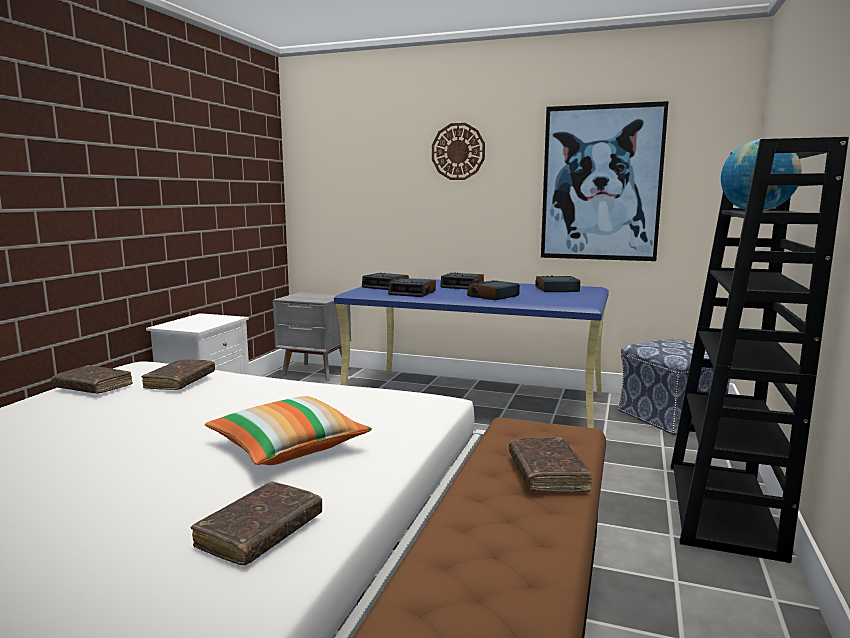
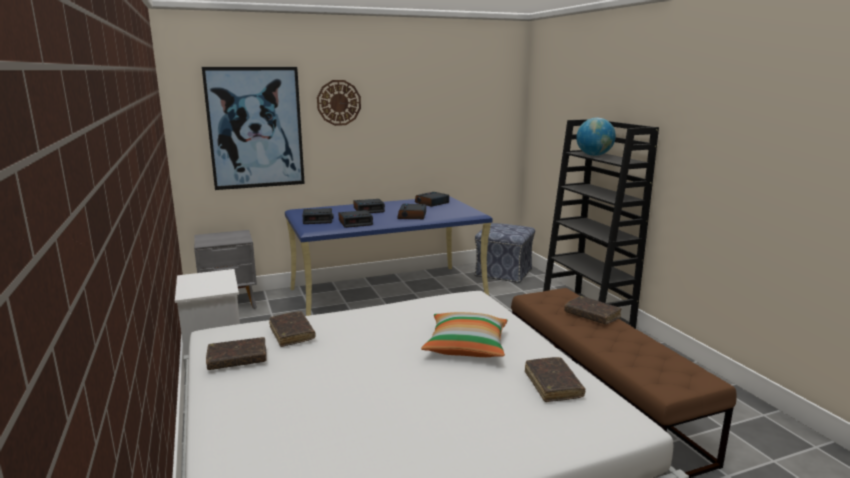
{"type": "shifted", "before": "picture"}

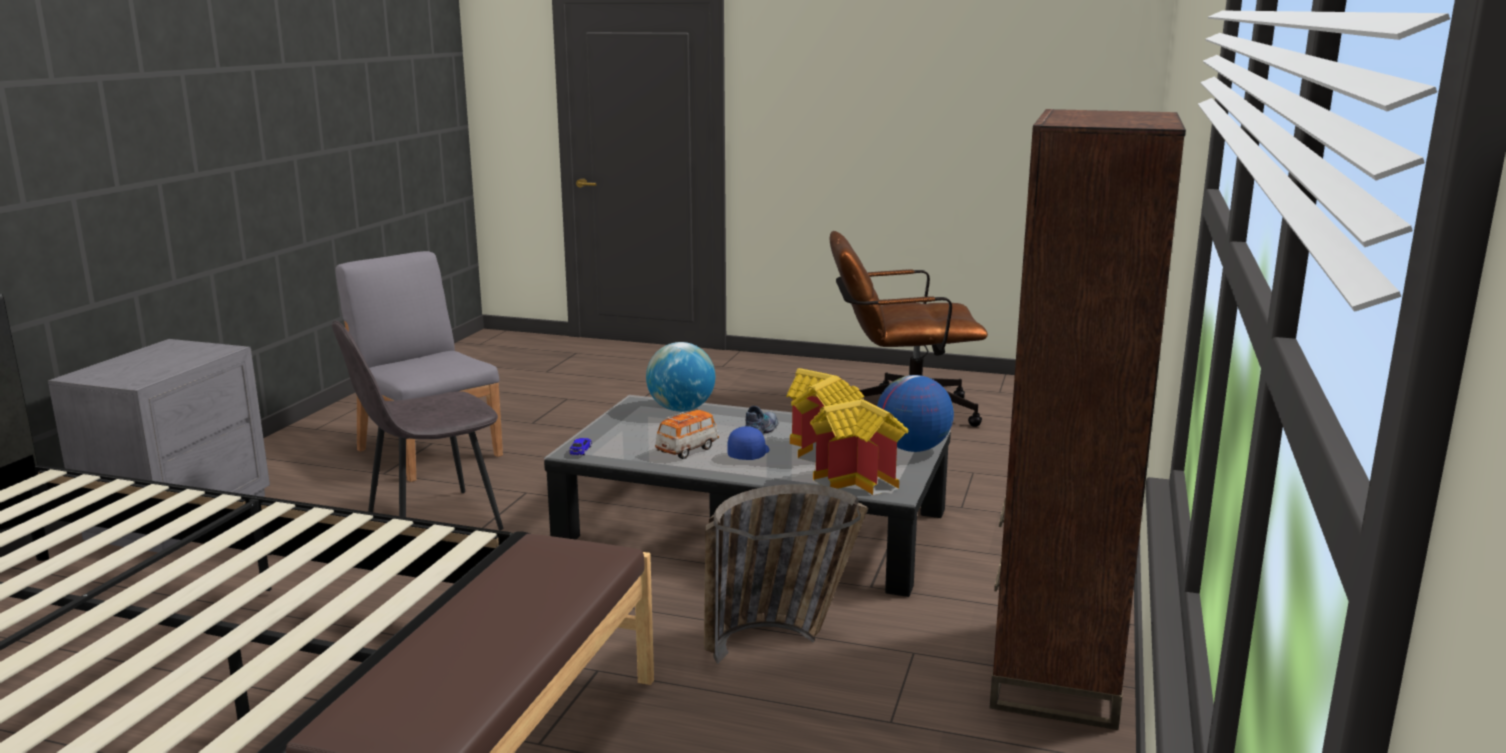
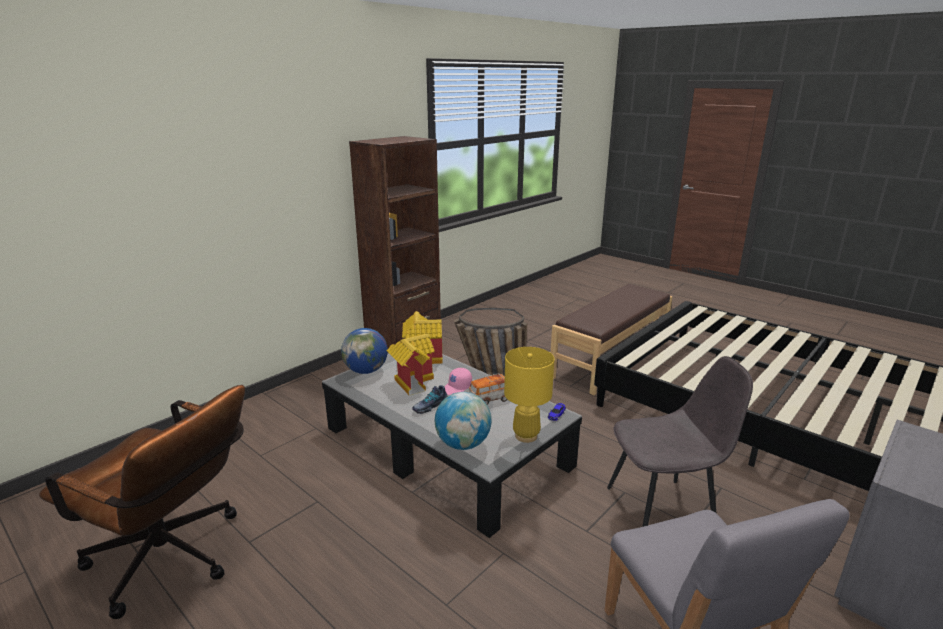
{"type": "repainted", "before": "cap (blue)", "after": "cap (pink)"}
{"type": "new", "after": "table lamp (yellow)"}

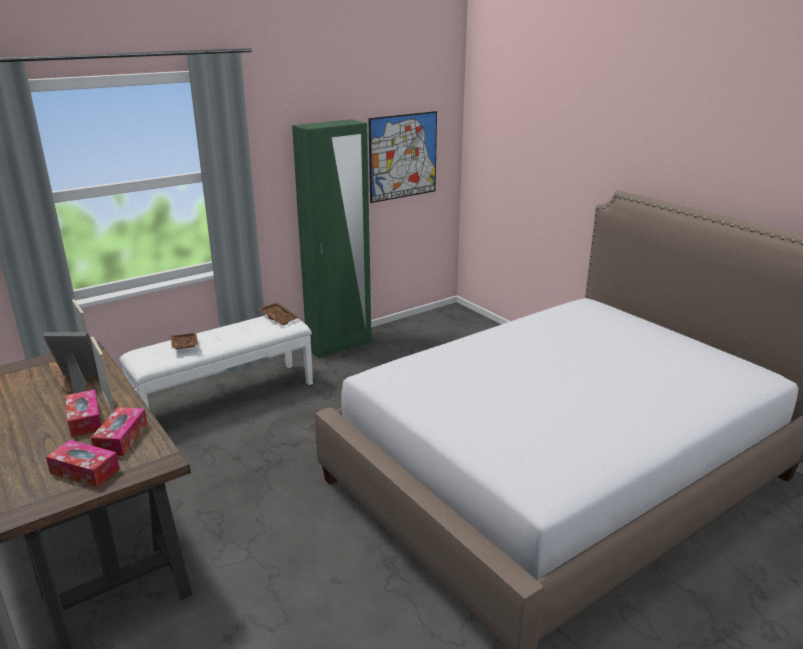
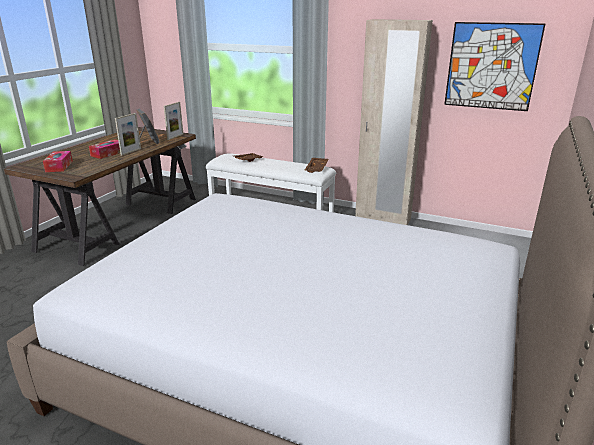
{"type": "repainted", "before": "wardrobe (green)", "after": "wardrobe (beige)"}
{"type": "gone", "before": "tissue box (no. 3 from left)"}

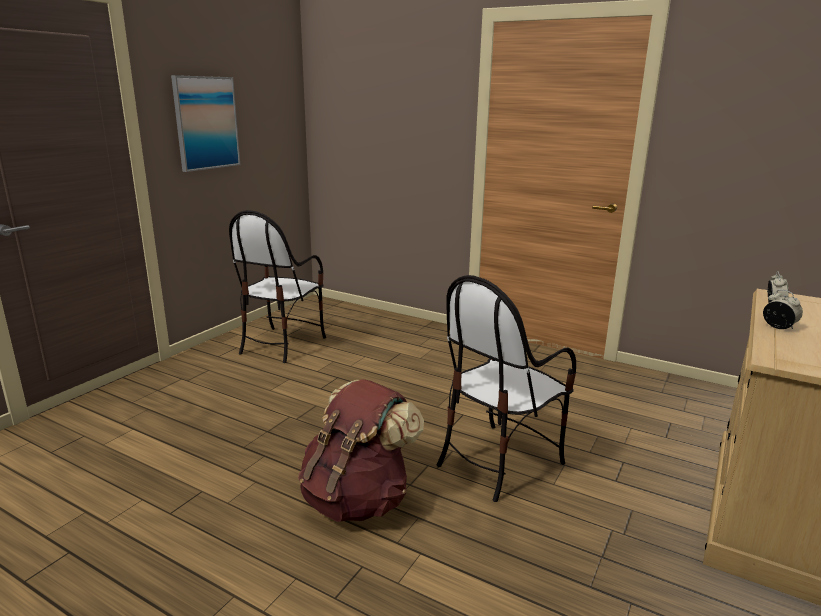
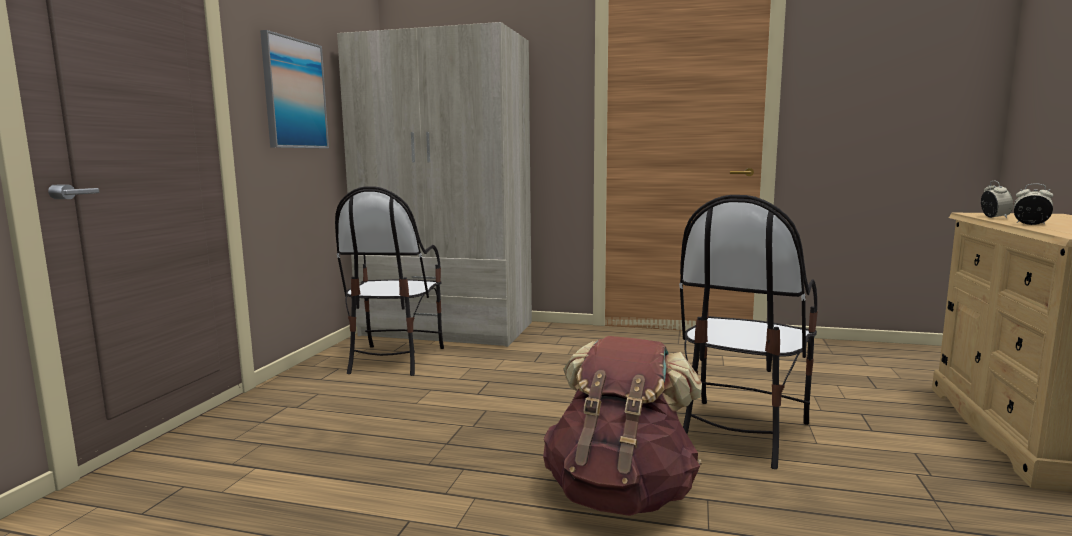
{"type": "new", "after": "wardrobe (beige)"}

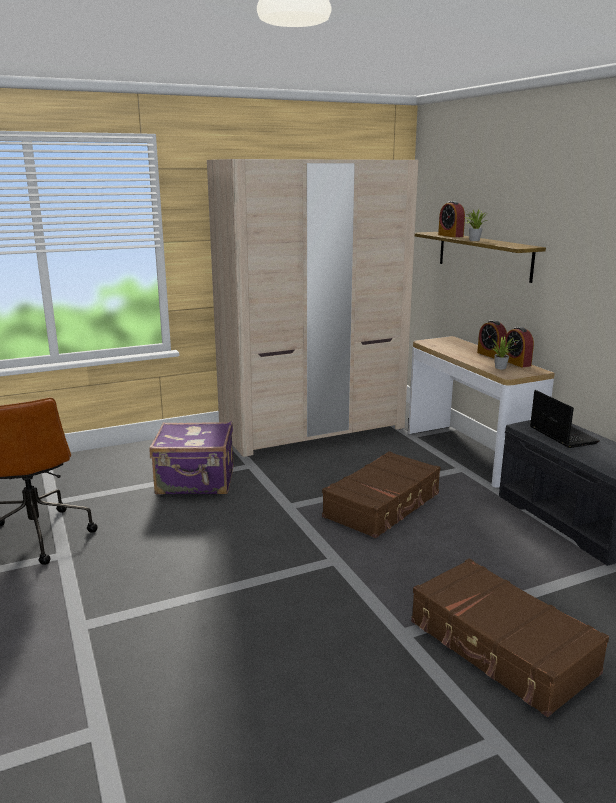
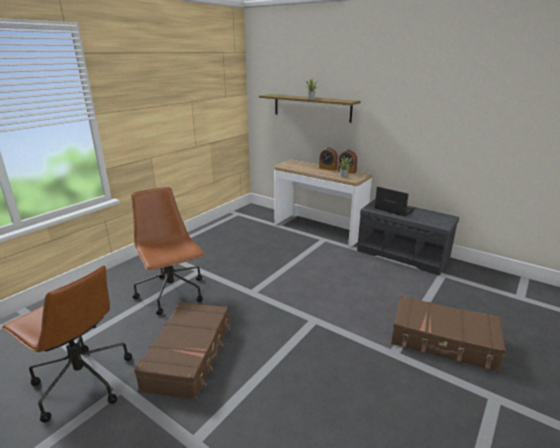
{"type": "swapped", "before": "suitcase (purple)", "after": "office chair (brown) (no. 2 from left)"}
{"type": "shifted", "before": "suitcase (brown) (no. 1 from left)"}
{"type": "gone", "before": "wardrobe (beige)"}
{"type": "gone", "before": "alarm clock (no. 1 from left)"}

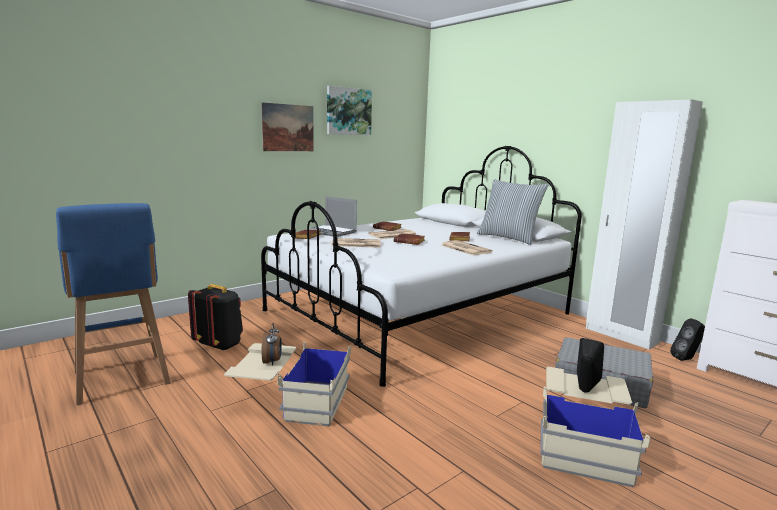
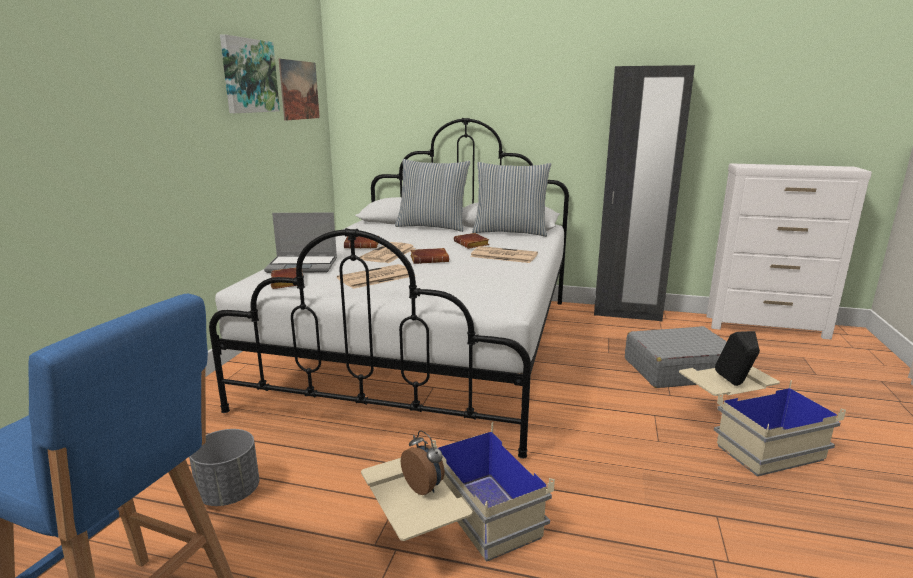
{"type": "swapped", "before": "backpack (black)", "after": "planter (grey)"}
{"type": "shifted", "before": "picture (no. 1 from left in the first image)", "after": "picture (no. 2 from left)"}
{"type": "new", "after": "pillow (no. 1 from left)"}
{"type": "repainted", "before": "wardrobe (white)", "after": "wardrobe (black)"}
{"type": "gone", "before": "speaker (black) (no. 2 from left)"}

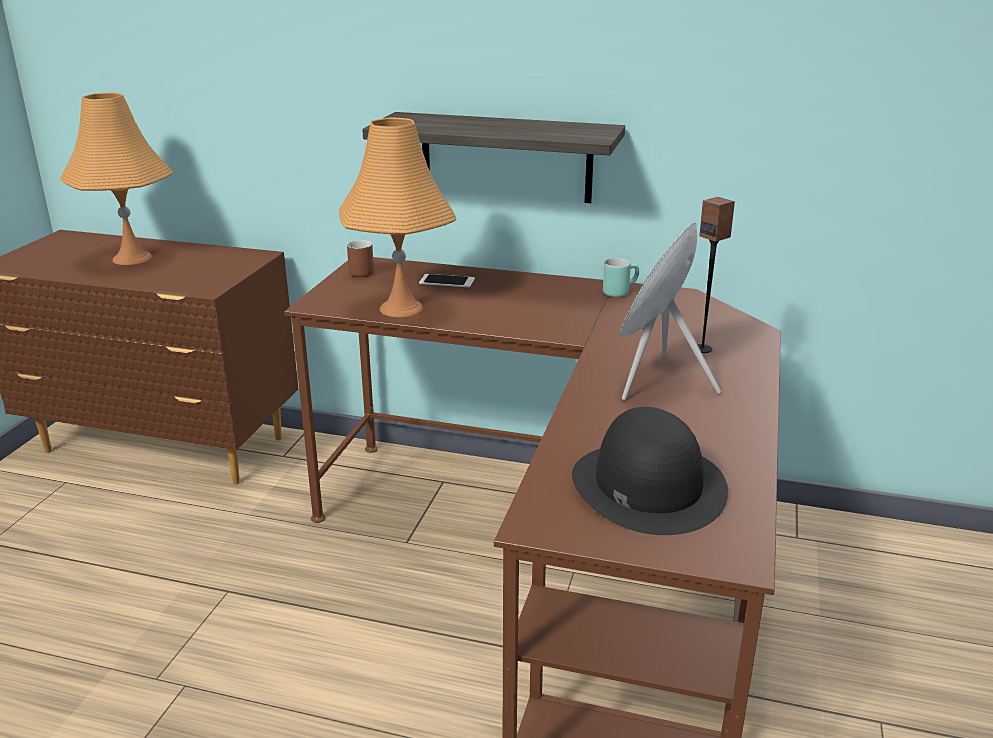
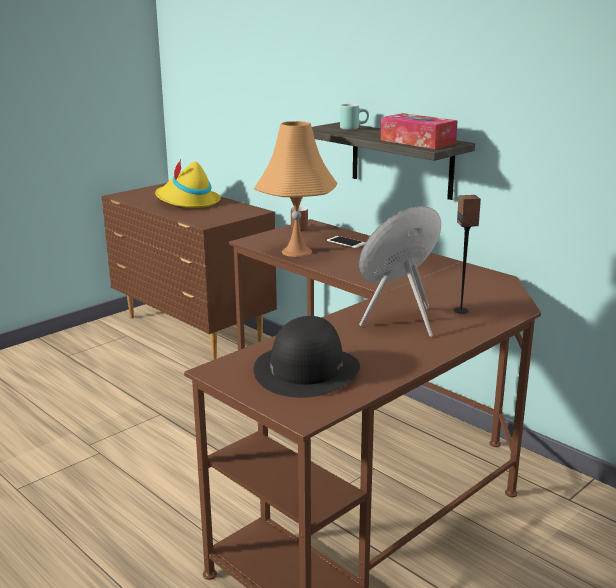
{"type": "swapped", "before": "table lamp (orange) (no. 1 from left)", "after": "hat (yellow)"}
{"type": "shifted", "before": "mug (turquoise)"}
{"type": "new", "after": "tissue box"}

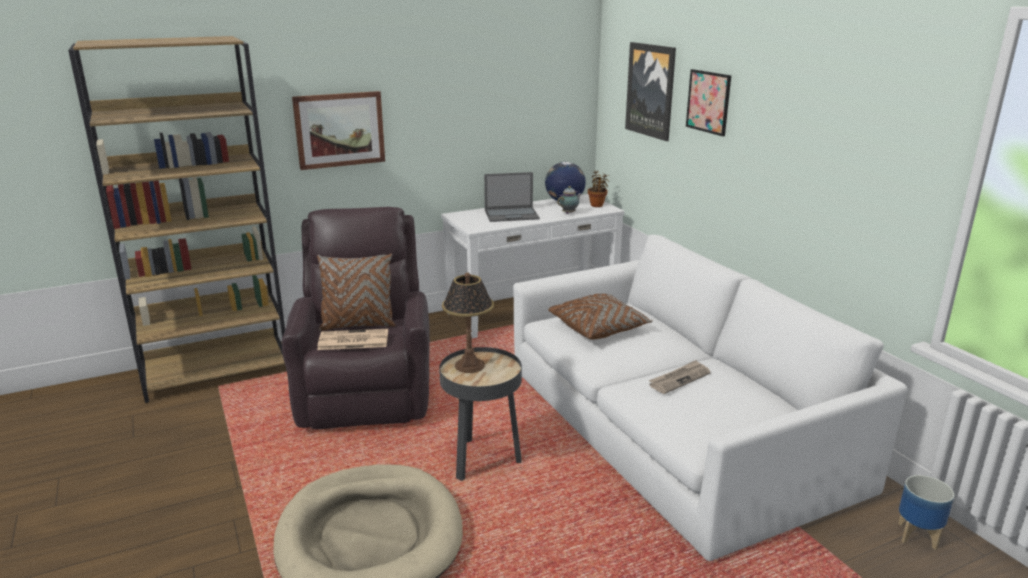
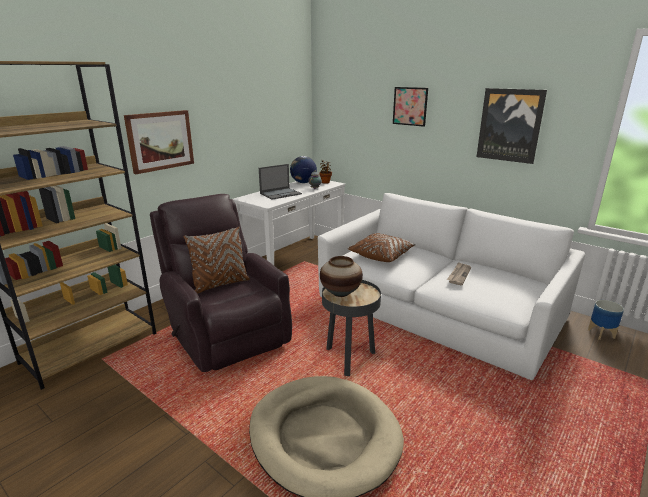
{"type": "swapped", "before": "table lamp", "after": "vase"}
{"type": "shifted", "before": "picture (no. 2 from left in the first image)", "after": "picture (no. 3 from left)"}
{"type": "gone", "before": "newspaper (no. 1 from left)"}

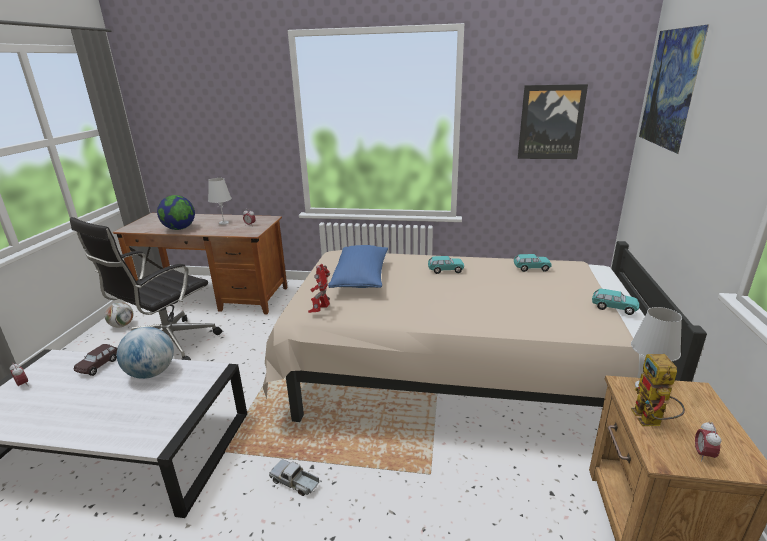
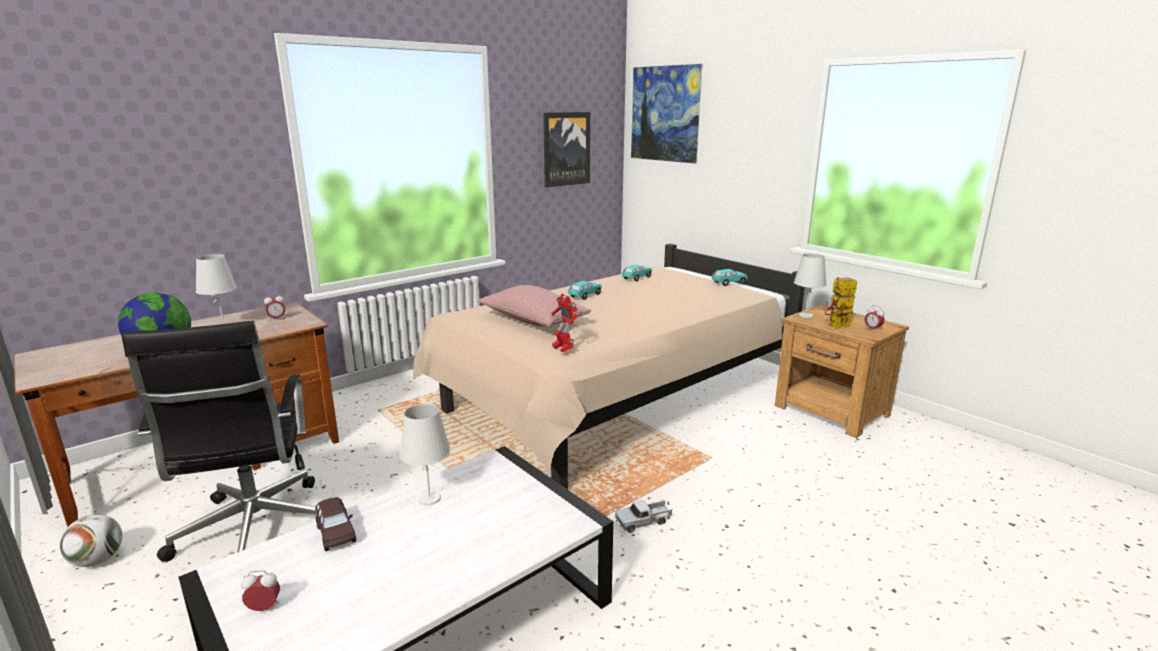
{"type": "swapped", "before": "globe (no. 1 from left)", "after": "table lamp (white) (no. 2 from left)"}
{"type": "repainted", "before": "pillow (blue)", "after": "pillow (pink)"}
{"type": "rotated", "before": "toy robot (no. 2 from left)", "turn": 120}

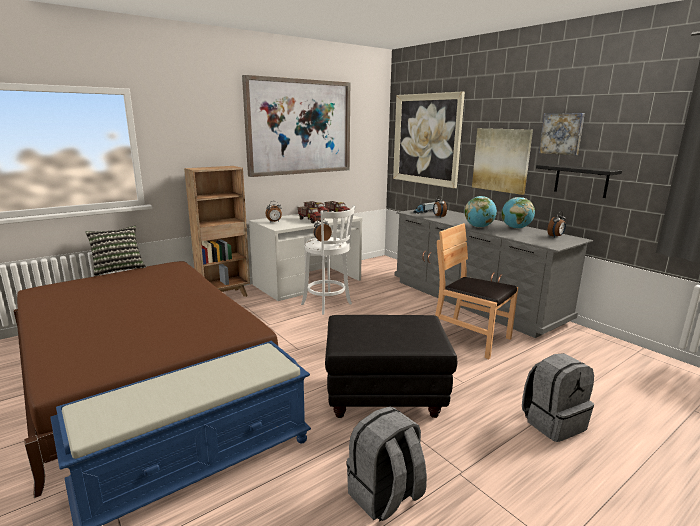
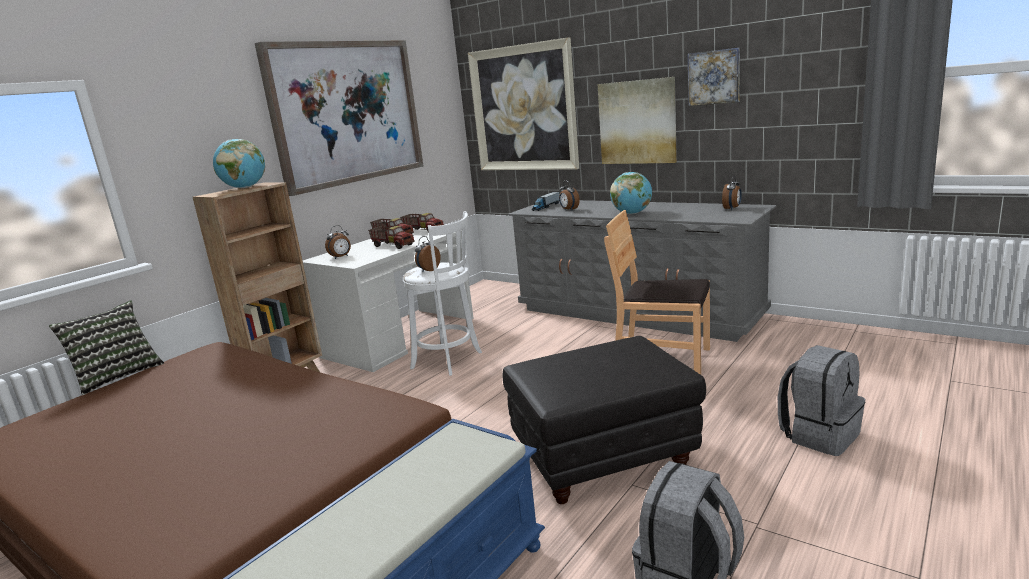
{"type": "shifted", "before": "globe (no. 2 from left in the first image)", "after": "globe (no. 1 from left)"}
{"type": "gone", "before": "shelf (black)"}

